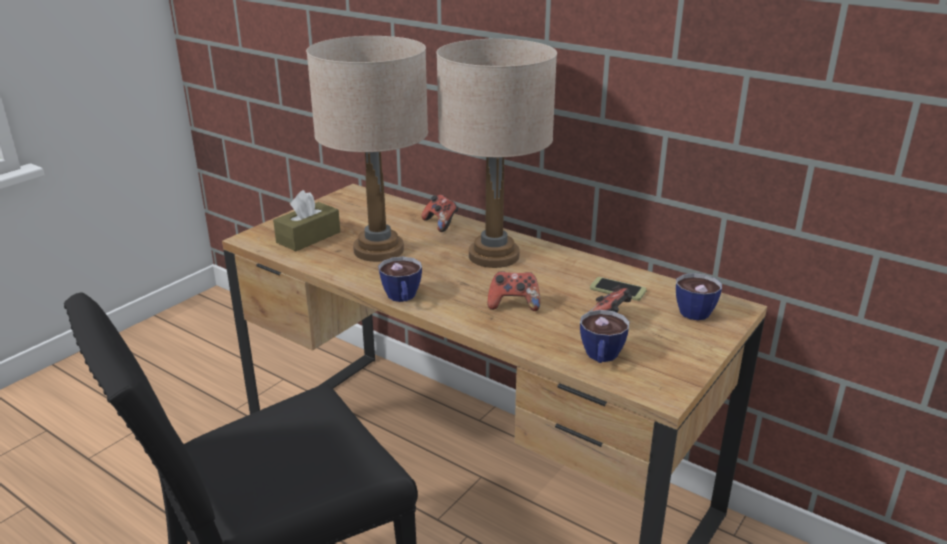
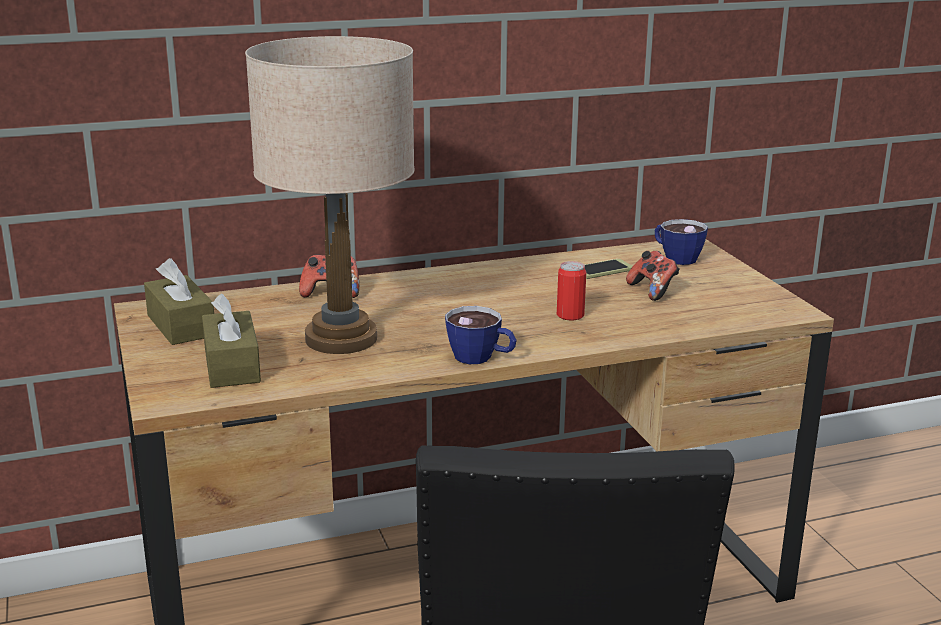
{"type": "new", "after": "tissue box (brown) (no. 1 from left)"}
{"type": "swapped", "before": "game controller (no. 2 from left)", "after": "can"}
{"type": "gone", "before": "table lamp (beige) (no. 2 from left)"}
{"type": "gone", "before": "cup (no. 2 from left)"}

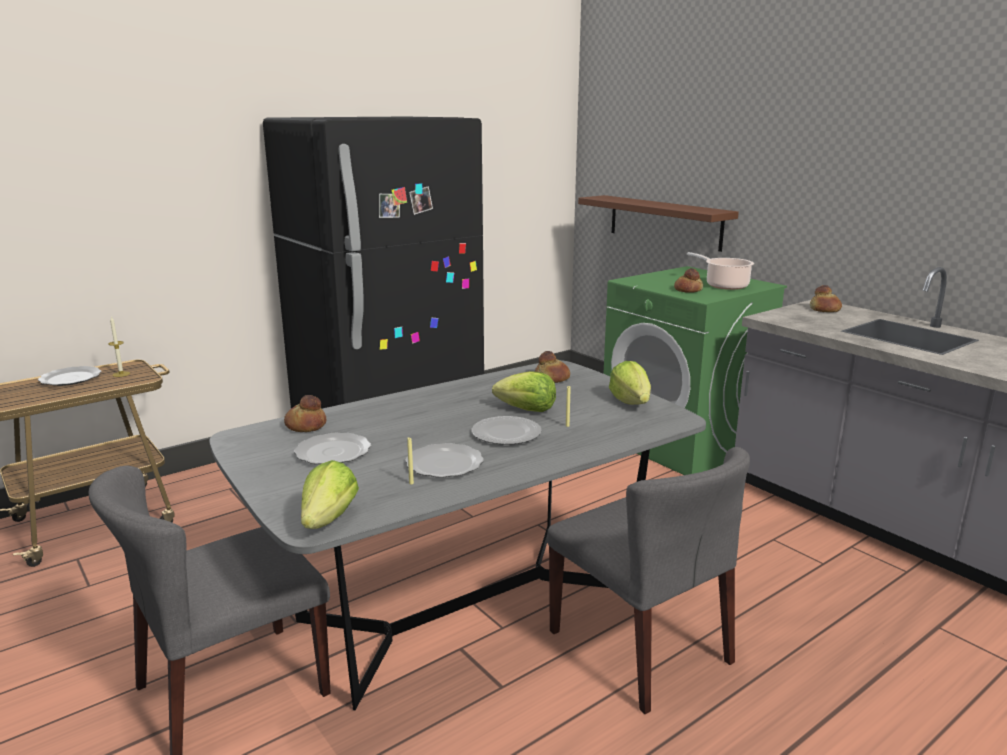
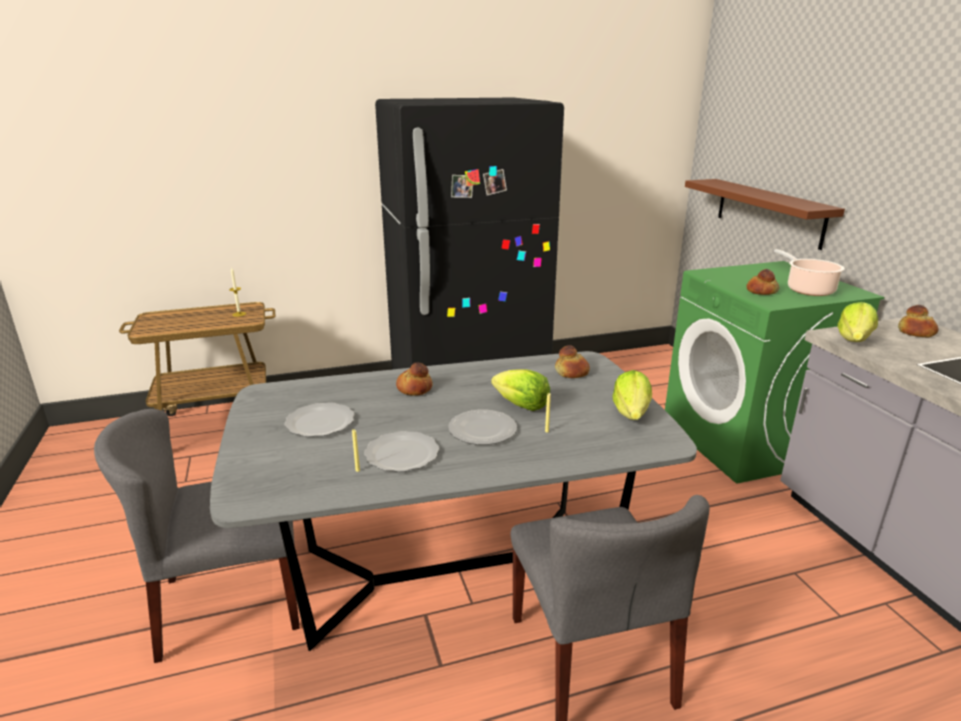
{"type": "shifted", "before": "bread (no. 1 from left)"}
{"type": "shifted", "before": "lettuce (no. 1 from left in the first image)", "after": "lettuce (no. 3 from left)"}
{"type": "gone", "before": "plate (no. 1 from left)"}

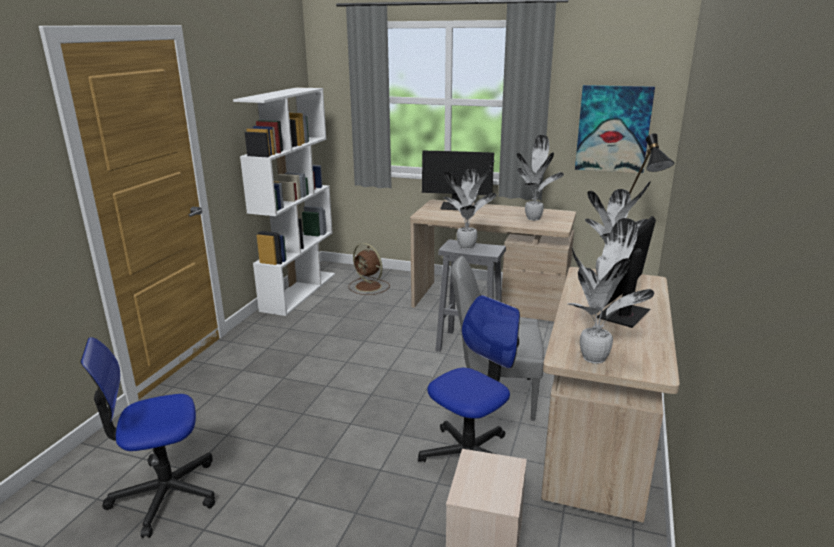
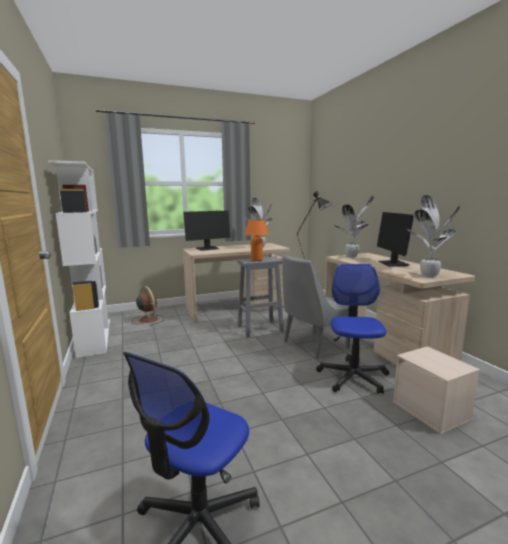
{"type": "rotated", "before": "fan (brown)", "turn": -135}
{"type": "swapped", "before": "potted plant (no. 1 from left)", "after": "table lamp (orange)"}
{"type": "gone", "before": "picture"}

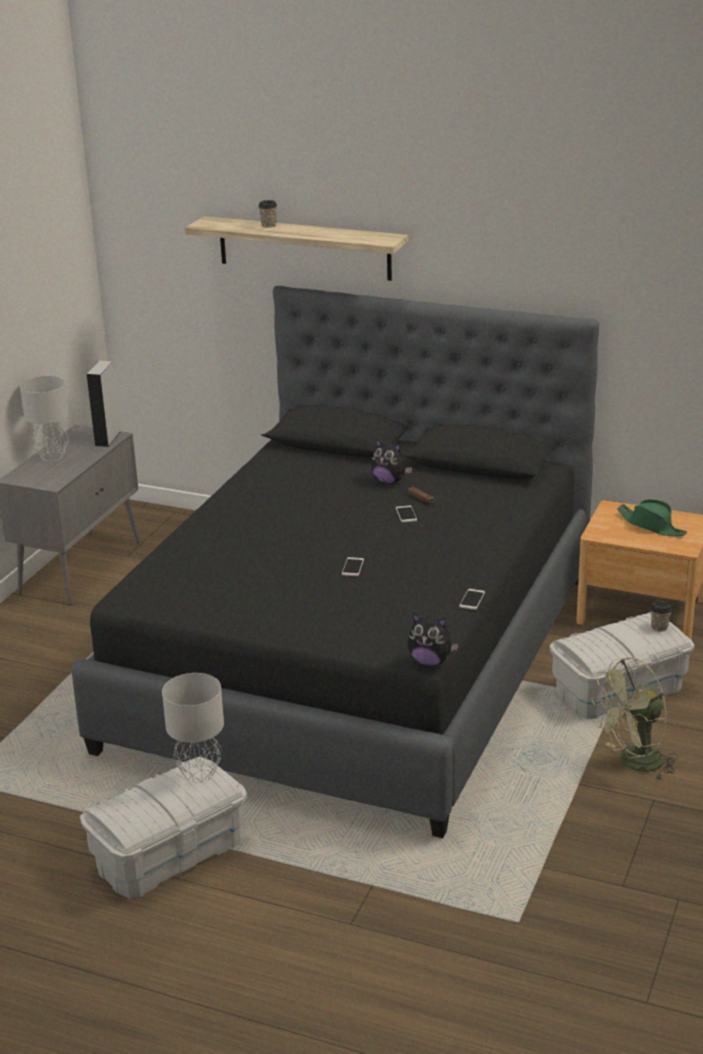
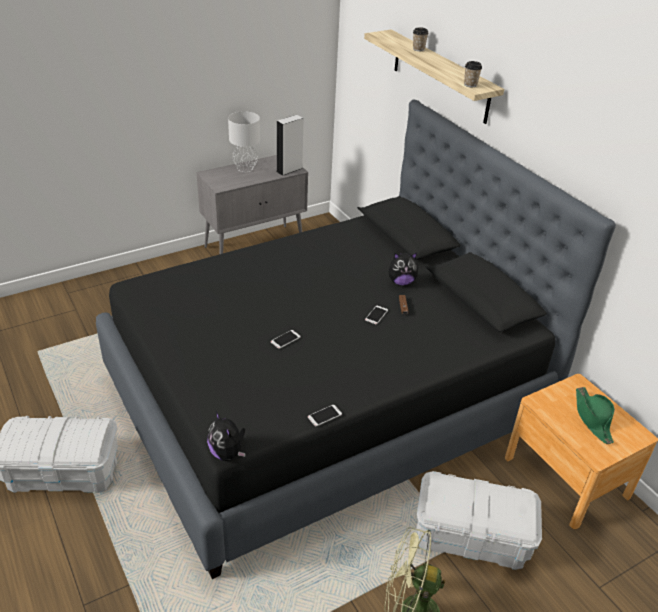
{"type": "rotated", "before": "plush toy (no. 1 from left in the first image)", "turn": -75}
{"type": "shifted", "before": "cup (no. 2 from left)"}
{"type": "gone", "before": "table lamp (grey) (no. 2 from left)"}

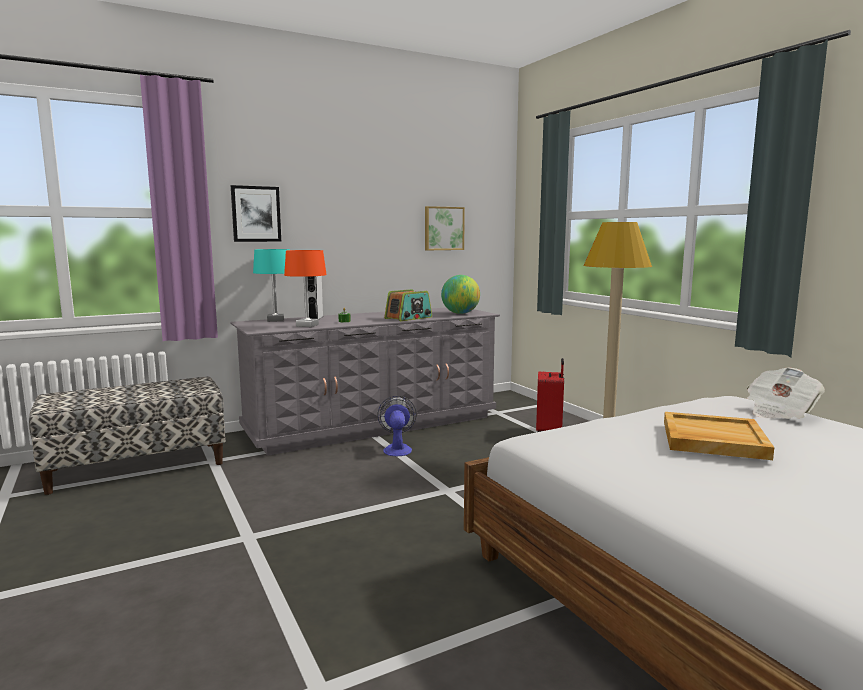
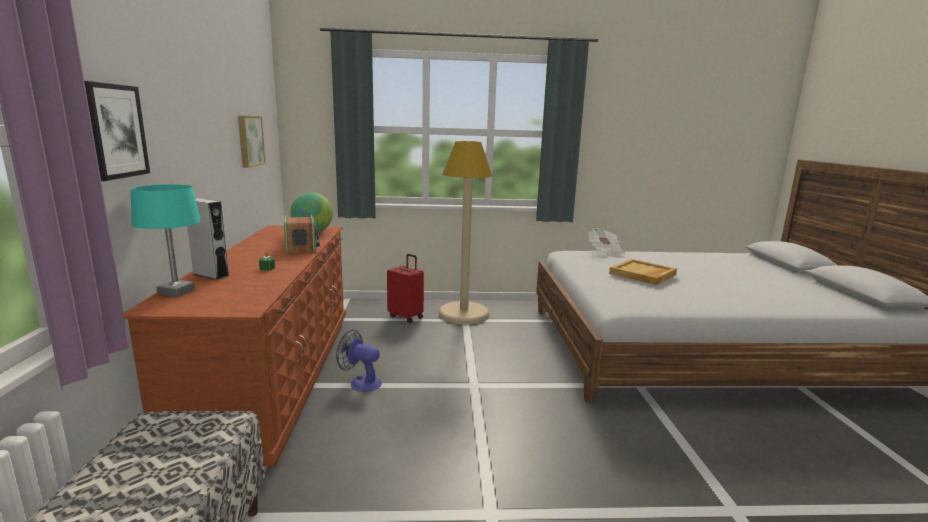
{"type": "repainted", "before": "dresser (grey)", "after": "dresser (brown)"}
{"type": "gone", "before": "table lamp (orange)"}

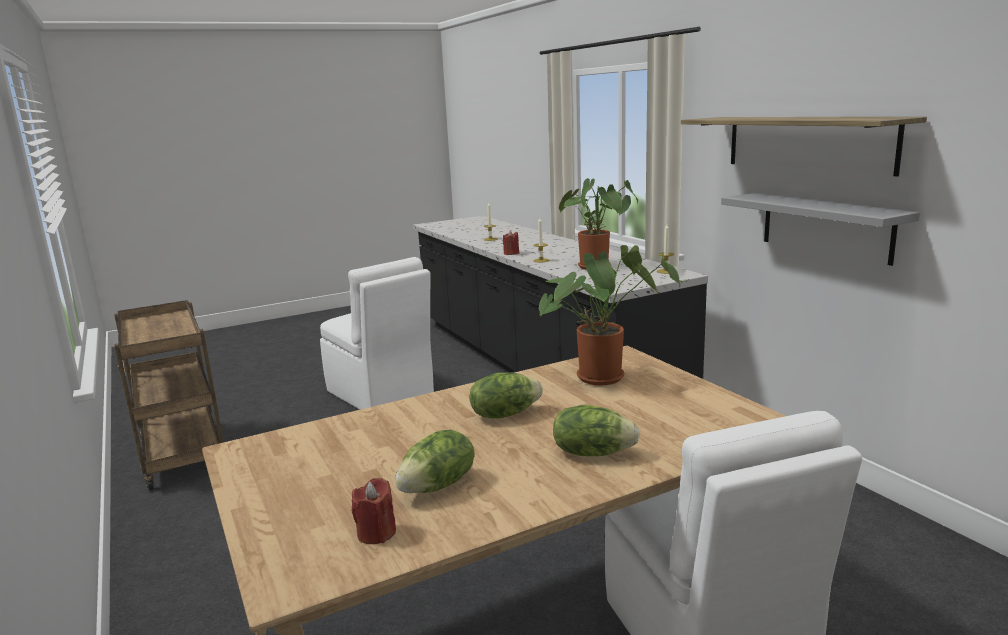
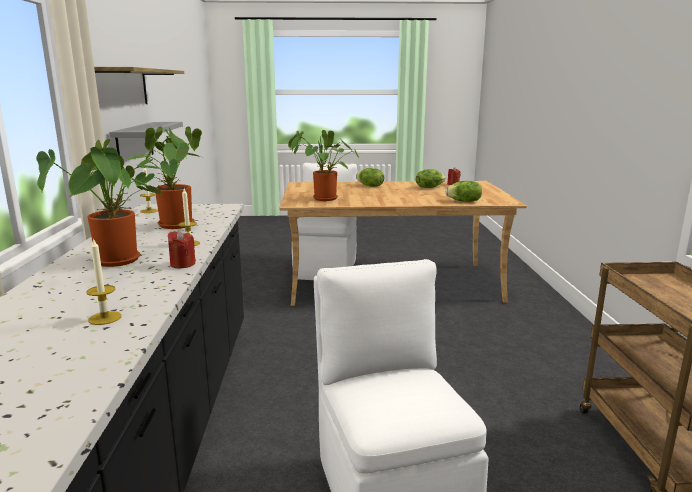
{"type": "new", "after": "potted plant (no. 1 from left)"}
{"type": "shifted", "before": "lettuce (no. 2 from left in the first image)", "after": "lettuce (no. 3 from left)"}

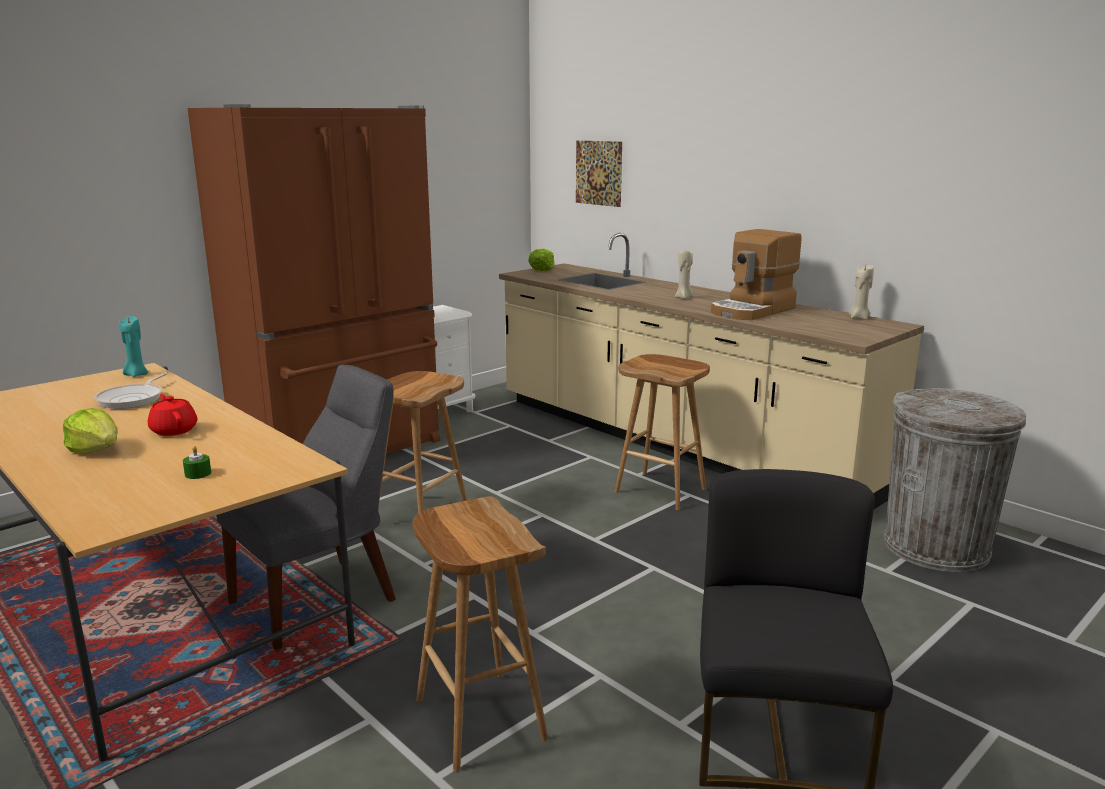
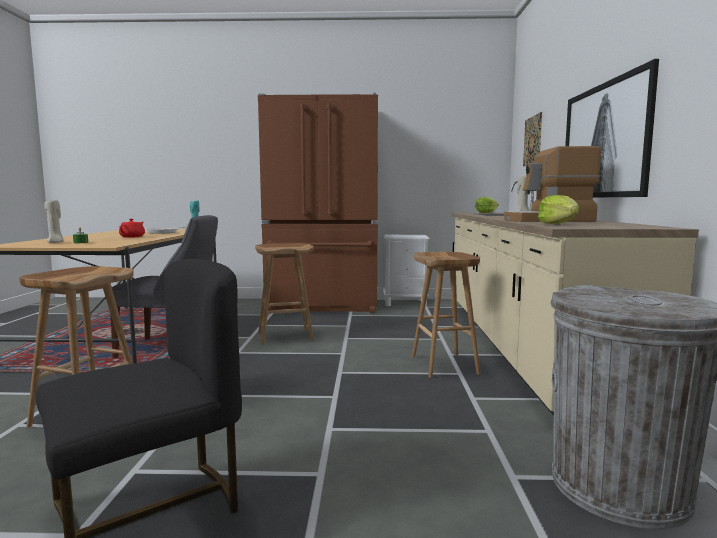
{"type": "shifted", "before": "candle (beige) (no. 2 from left in the first image)", "after": "candle (beige) (no. 1 from left)"}
{"type": "shifted", "before": "lettuce (no. 1 from left in the first image)", "after": "lettuce (no. 2 from left)"}
{"type": "new", "after": "picture (no. 2 from left)"}

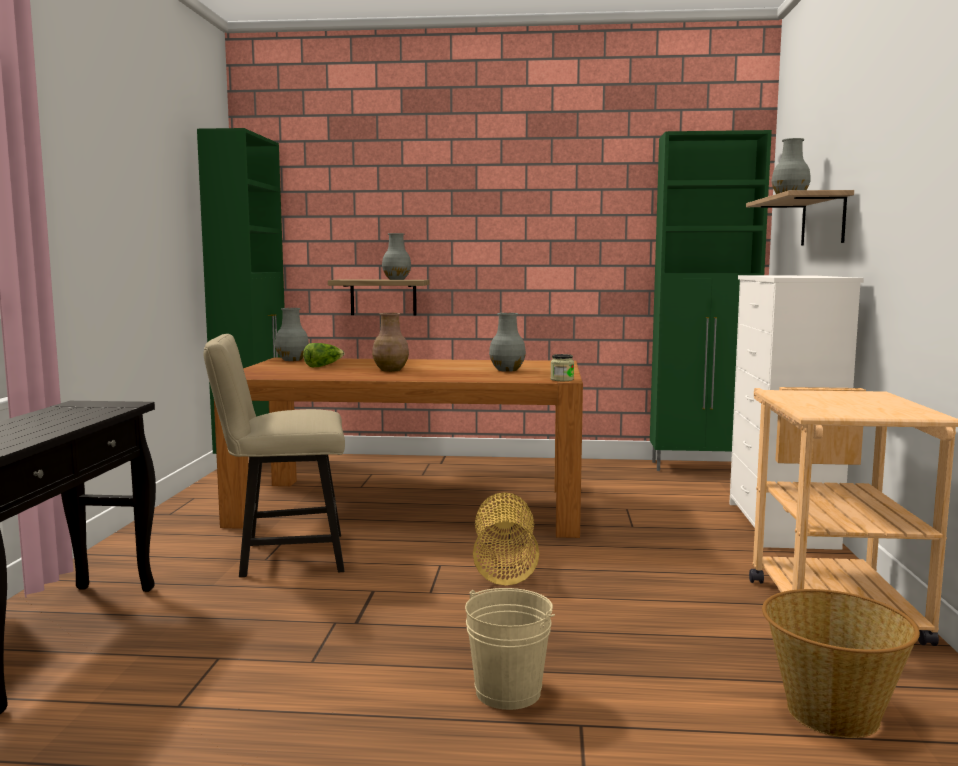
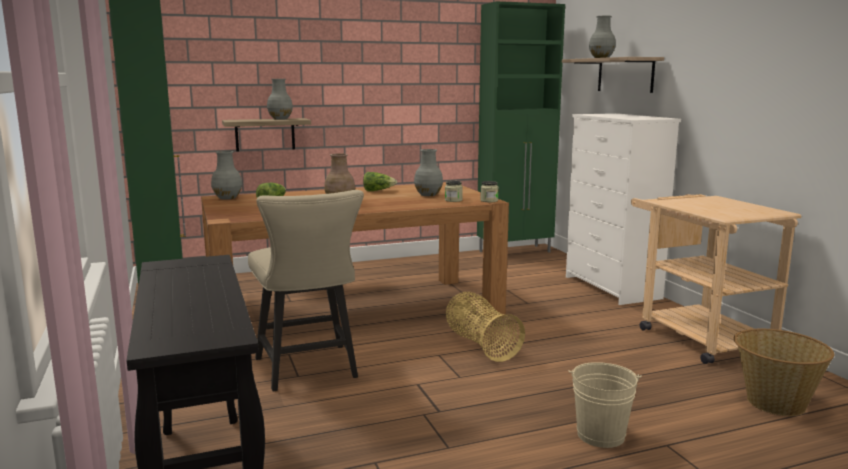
{"type": "rotated", "before": "chair (beige)", "turn": -75}
{"type": "new", "after": "lettuce (no. 2 from left)"}
{"type": "new", "after": "jar (no. 1 from left)"}

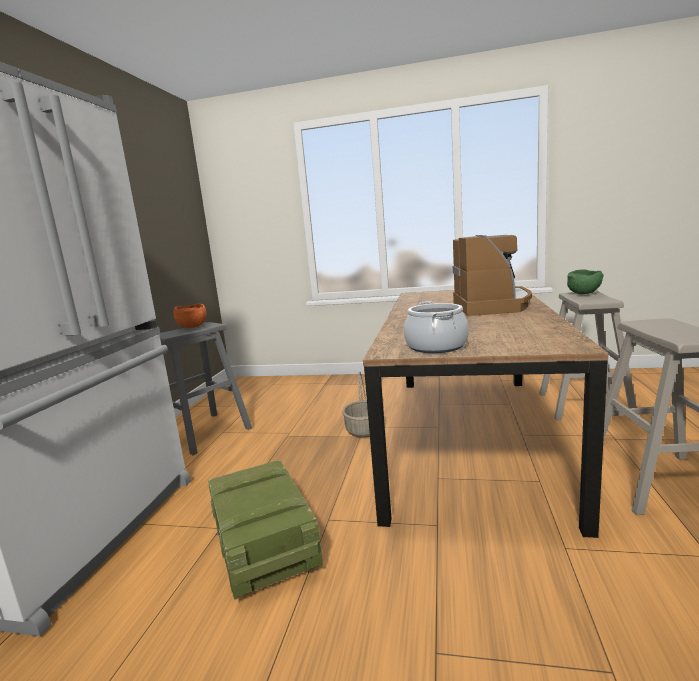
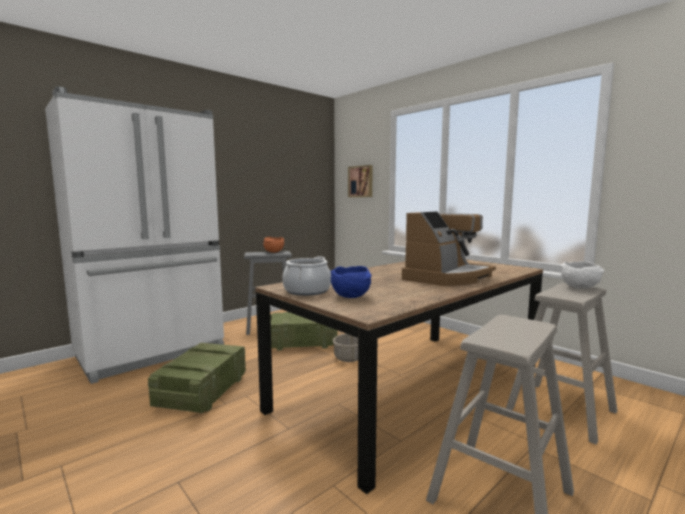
{"type": "new", "after": "crate (no. 2 from left)"}
{"type": "new", "after": "bowl (blue)"}
{"type": "new", "after": "picture"}
{"type": "repainted", "before": "bowl (green)", "after": "bowl (white)"}

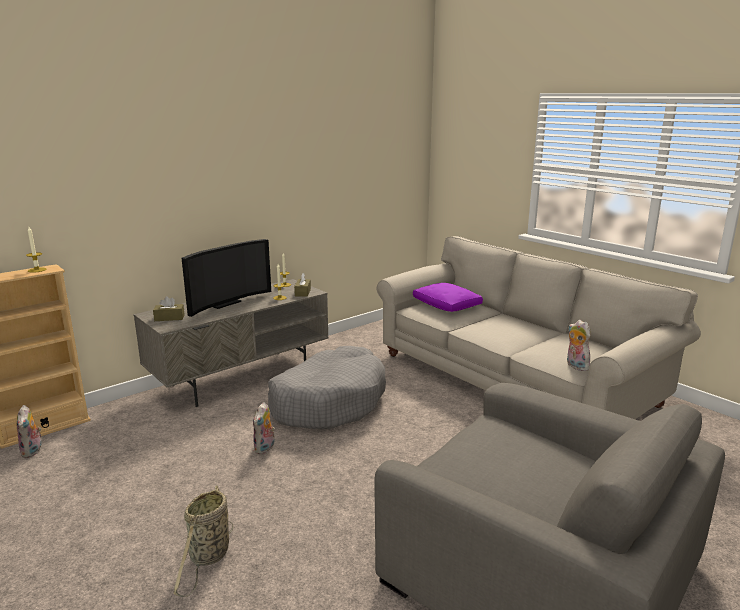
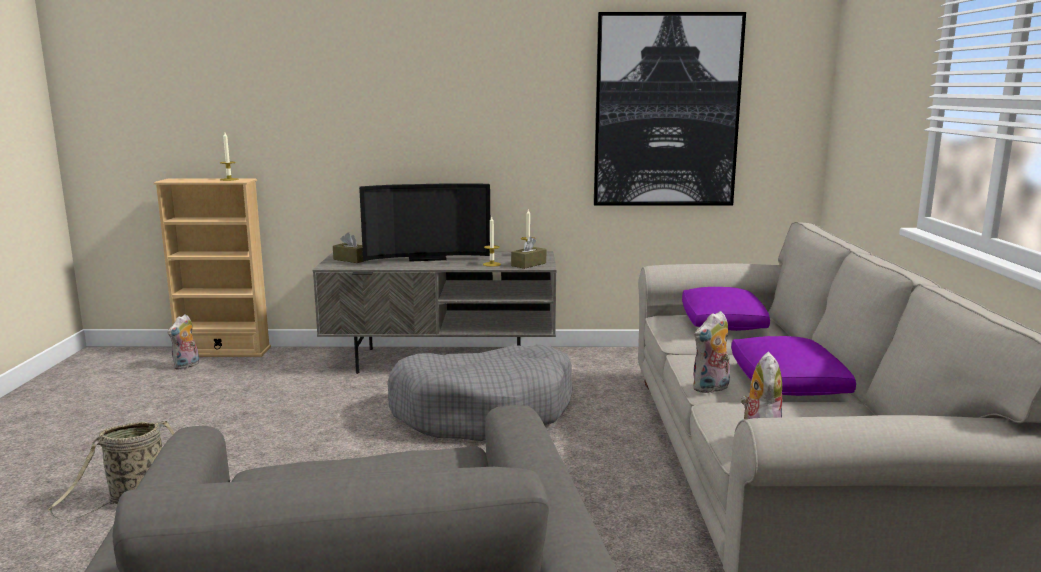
{"type": "new", "after": "picture"}
{"type": "shifted", "before": "plush toy (no. 2 from left)"}
{"type": "new", "after": "pillow (purple) (no. 2 from left)"}

